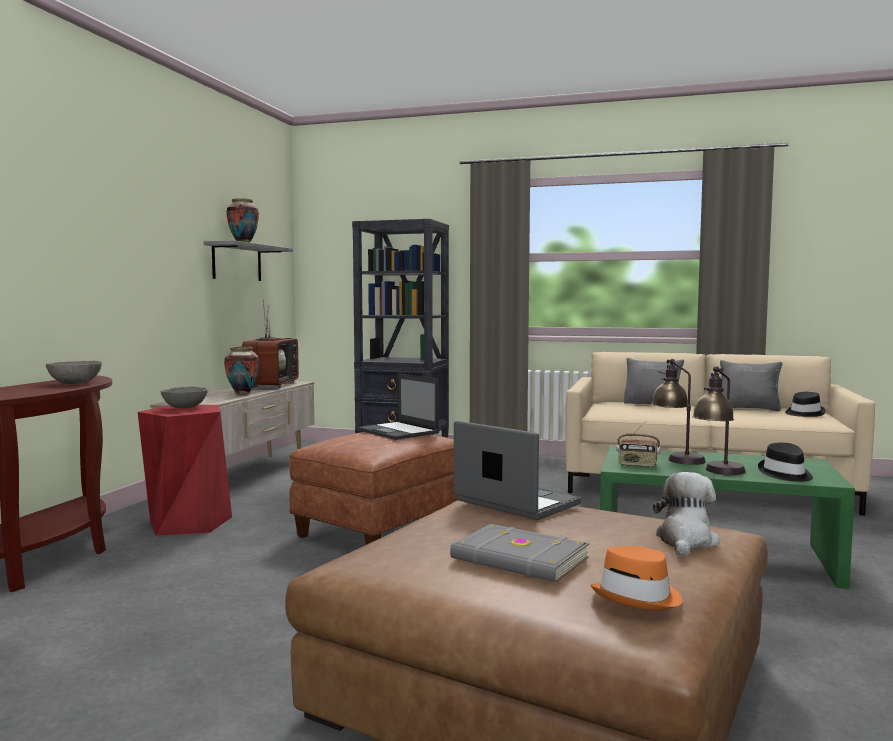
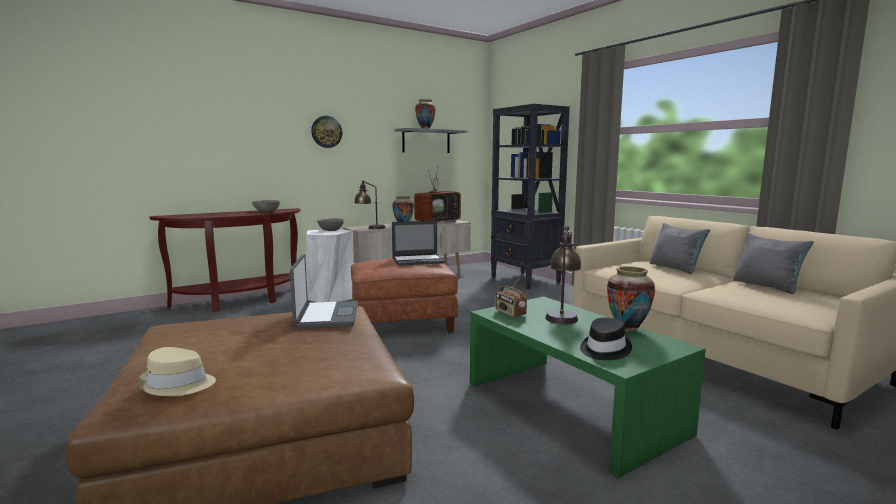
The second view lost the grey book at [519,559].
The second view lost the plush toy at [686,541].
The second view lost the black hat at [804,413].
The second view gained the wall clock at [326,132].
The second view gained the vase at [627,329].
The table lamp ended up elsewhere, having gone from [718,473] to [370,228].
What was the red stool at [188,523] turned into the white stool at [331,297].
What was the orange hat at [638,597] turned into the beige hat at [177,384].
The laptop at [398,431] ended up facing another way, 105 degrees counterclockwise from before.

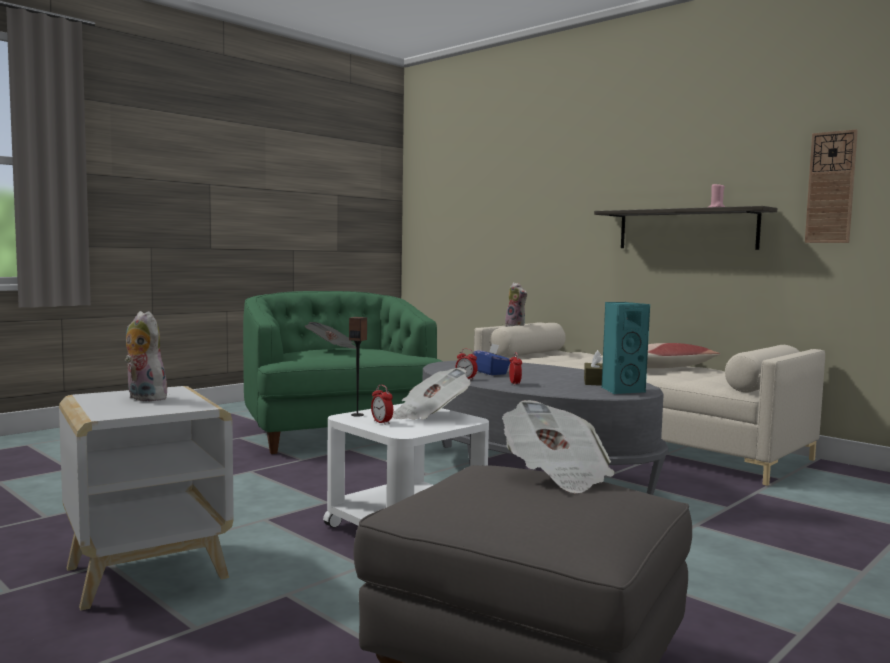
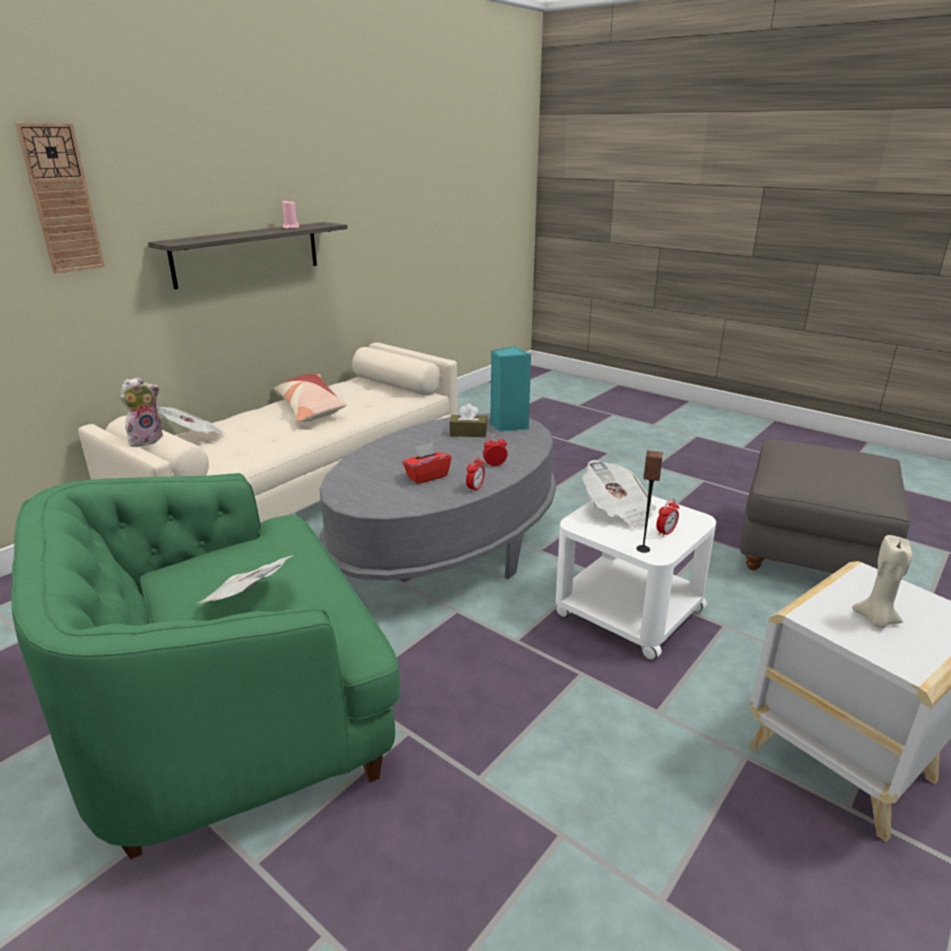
The newspaper ended up elsewhere, having gone from [556,475] to [193,436].
The wall clock ended up elsewhere, having gone from [831,187] to [61,199].
Where the plush toy stood at [143,398], the beige candle came to stand at [876,620].
What was the blue tissue box at [491,372] turned into the red tissue box at [427,476].

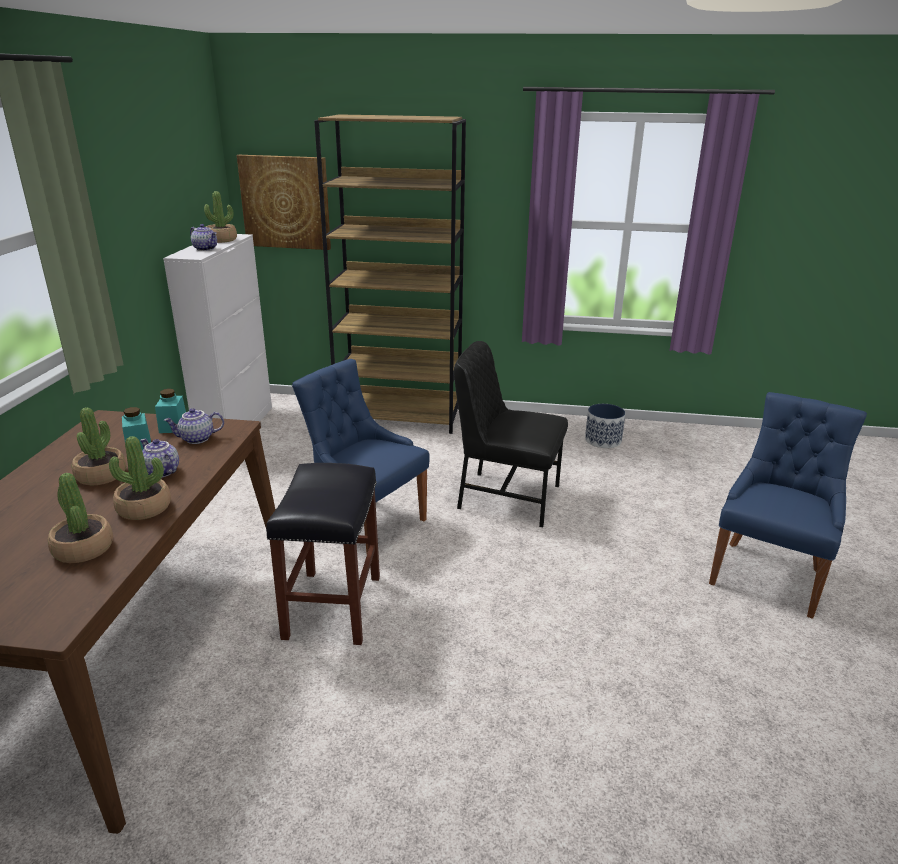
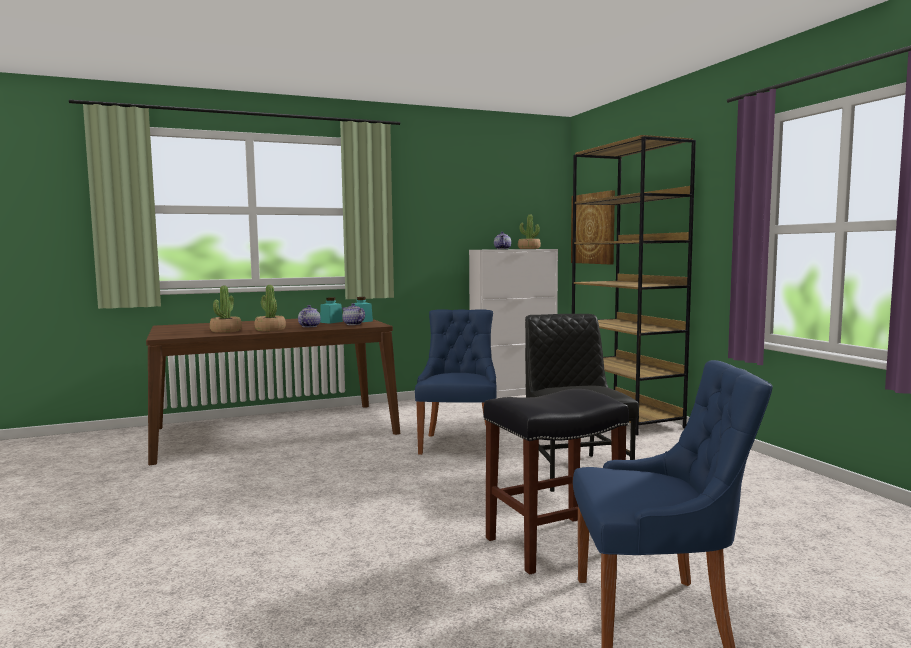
The second view lost the potted plant at [101,475].
The second view lost the planter at [603,440].
The black stool ended up elsewhere, having gone from [333,608] to [552,544].

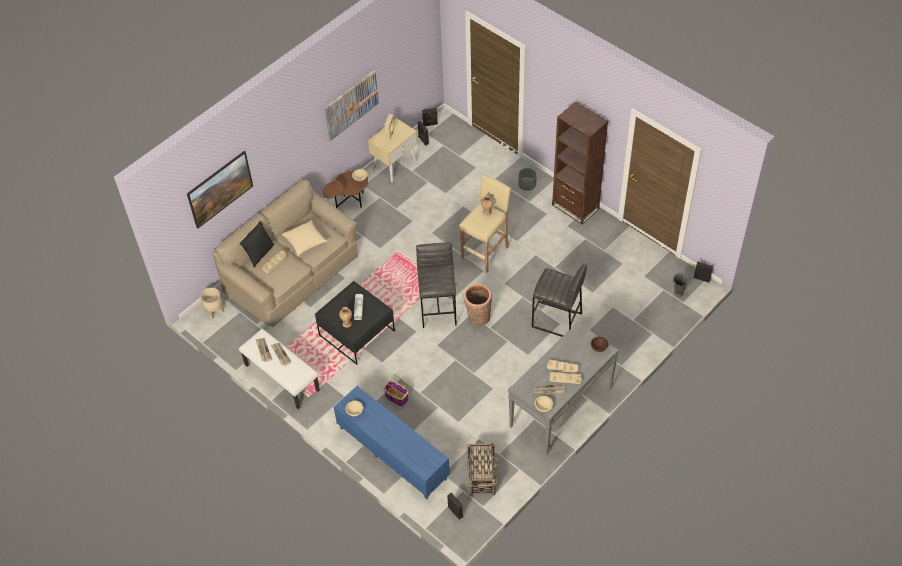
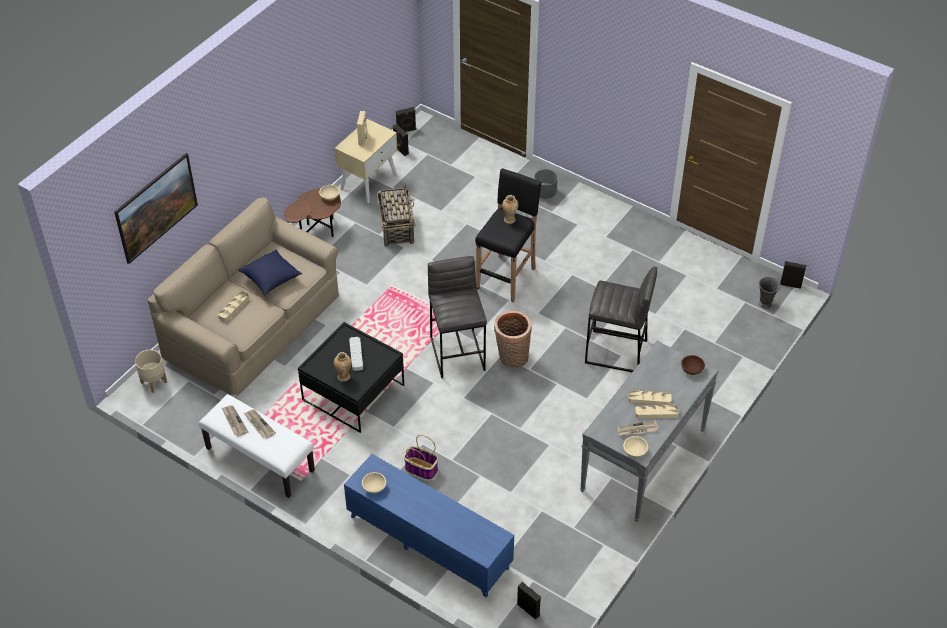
The second view lost the black pillow at [259,254].
The second view lost the picture at [351,105].
The second view lost the brown bookcase at [575,207].
The basket ended up elsewhere, having gone from [481,475] to [396,227].
What was the beige pillow at [305,242] turned into the blue pillow at [271,279].
What was the beige stool at [485,252] turned into the black stool at [507,277].

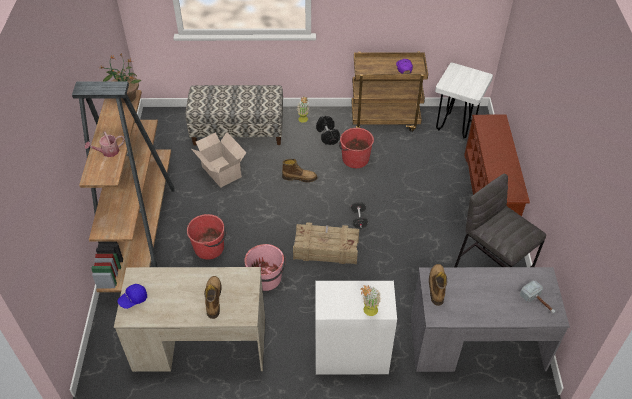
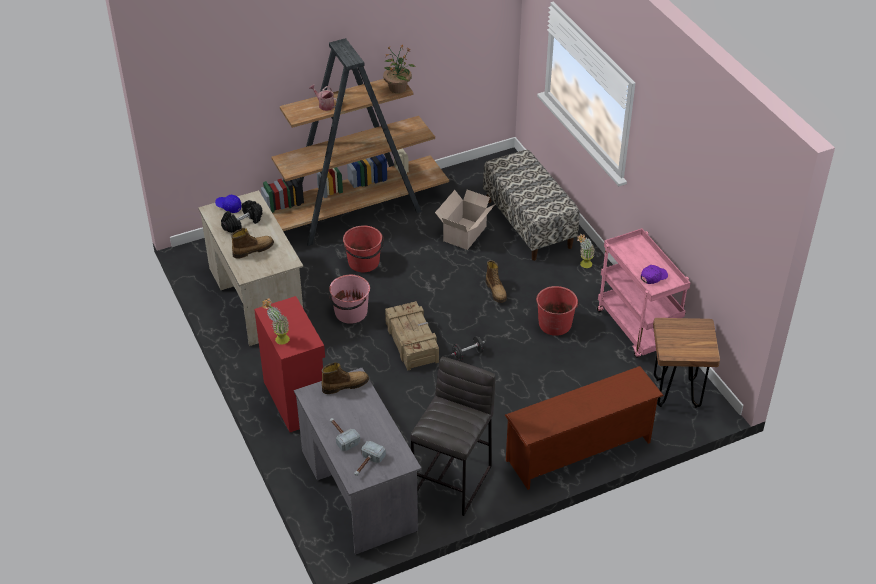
The second view gained the hammer at [341,436].
The black dumbbell ended up elsewhere, having gone from [327,135] to [242,223].
What was the white cabinet at [350,355] turned into the red cabinet at [296,399].
What was the brown cart at [385,119] turned into the pink cart at [638,329].
What was the white stool at [455,126] turned into the brown stool at [676,393].

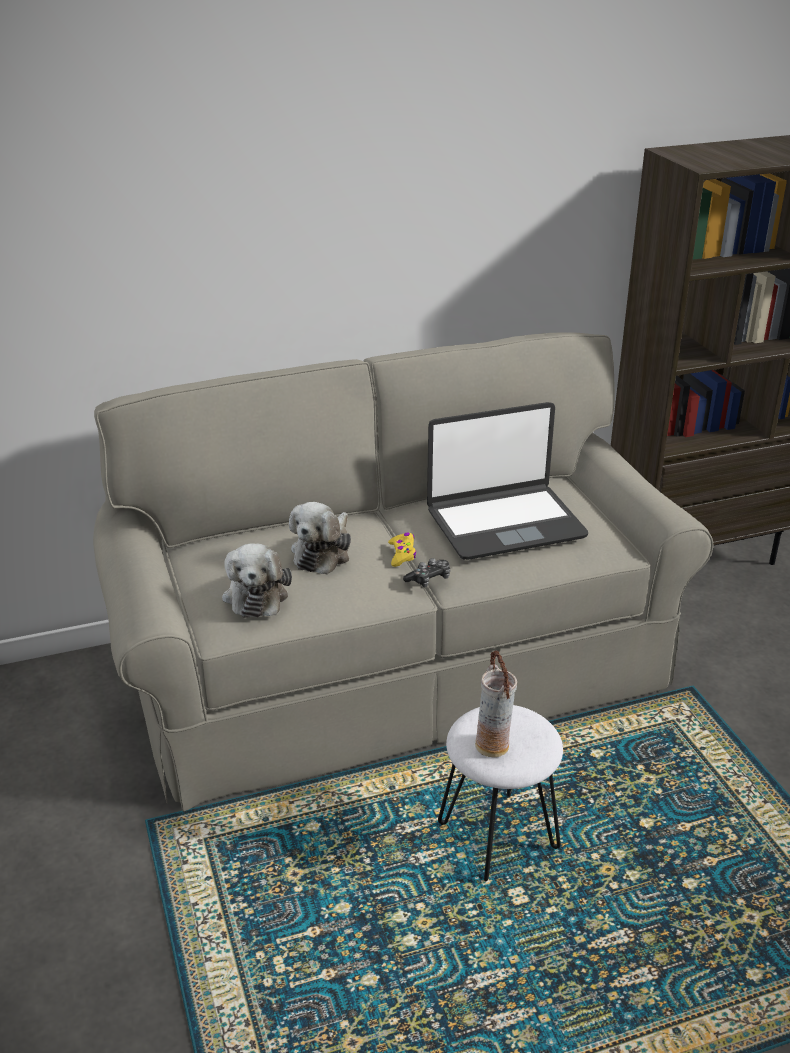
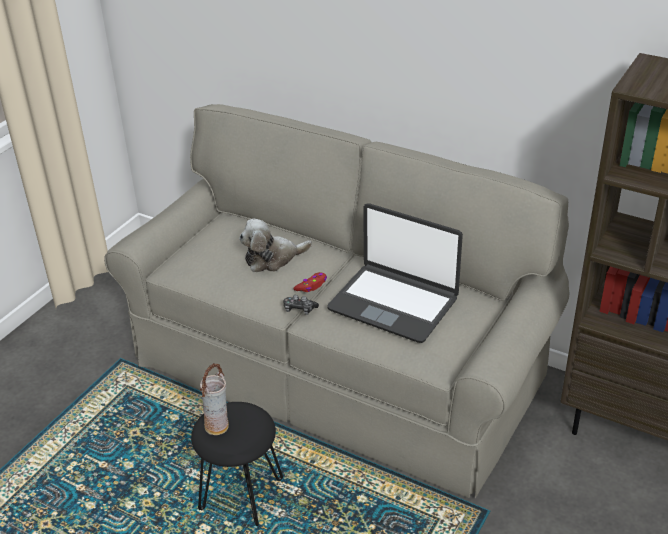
The second view lost the plush toy at [256,594].
What was the yellow game controller at [402,554] turned into the red game controller at [311,286].
What was the white stool at [497,837] turned into the black stool at [242,495].

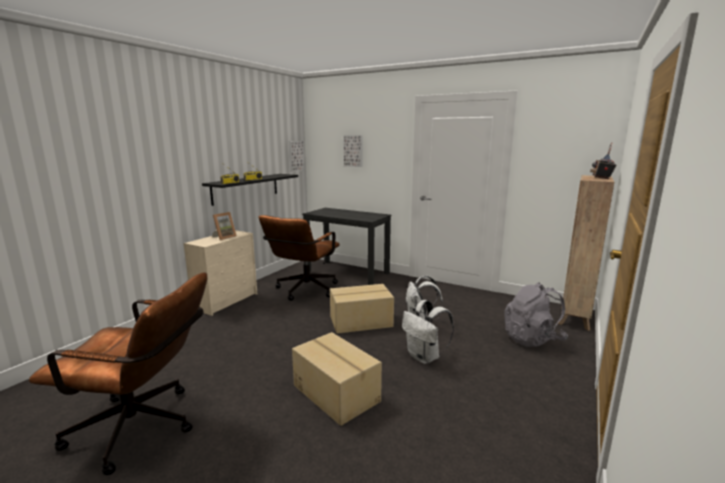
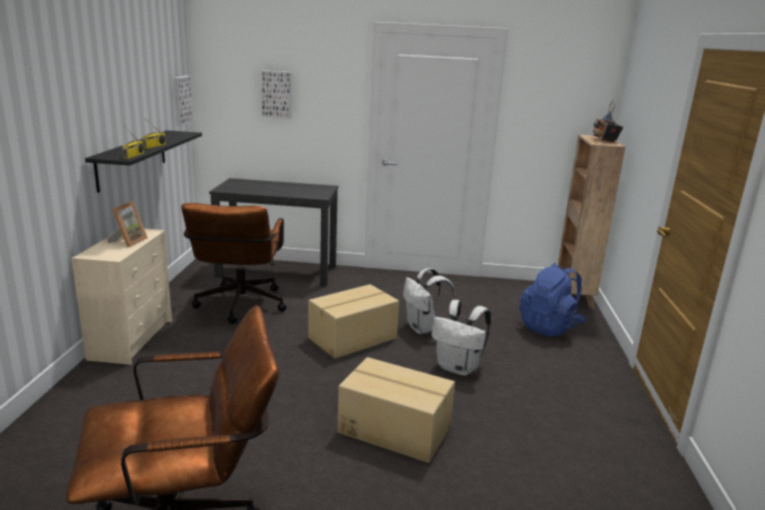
What was the grey backpack at [532,339] turned into the blue backpack at [549,327].

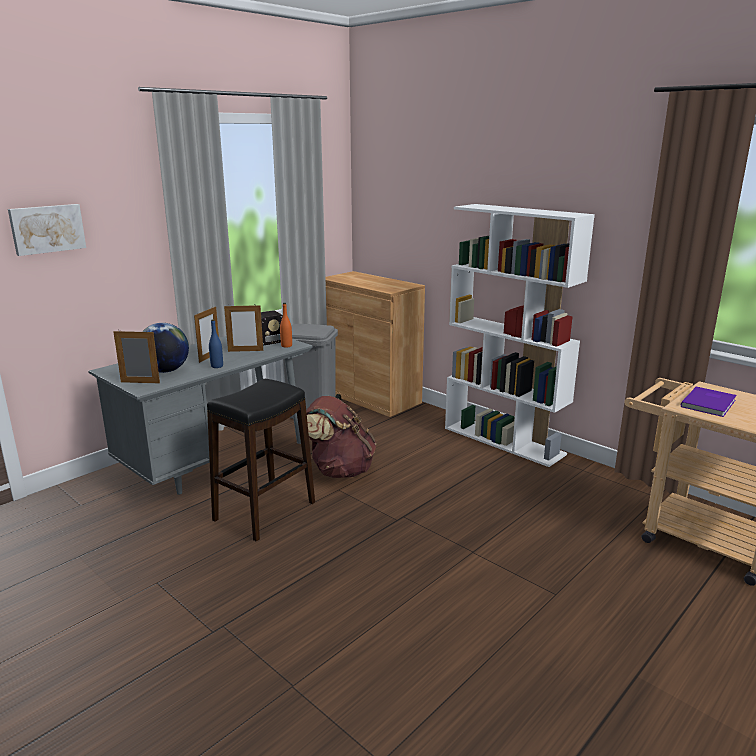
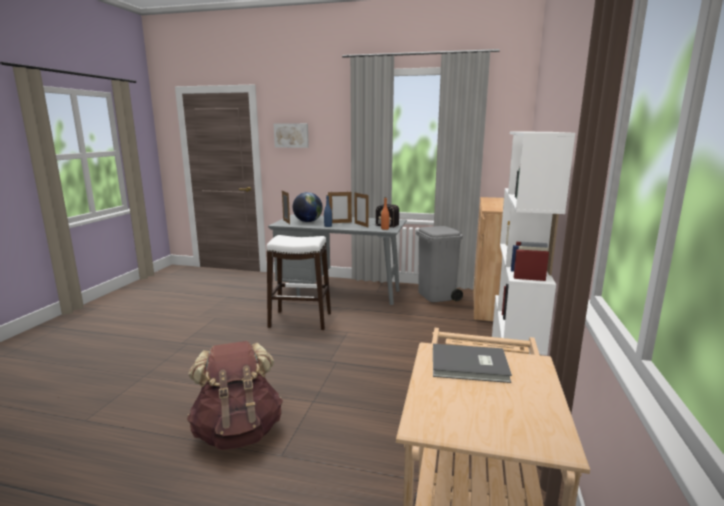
The brown backpack ended up elsewhere, having gone from [339,470] to [238,431].
What was the black stool at [264,511] turned into the white stool at [300,320].
What was the purple book at [710,403] turned into the grey book at [470,366].

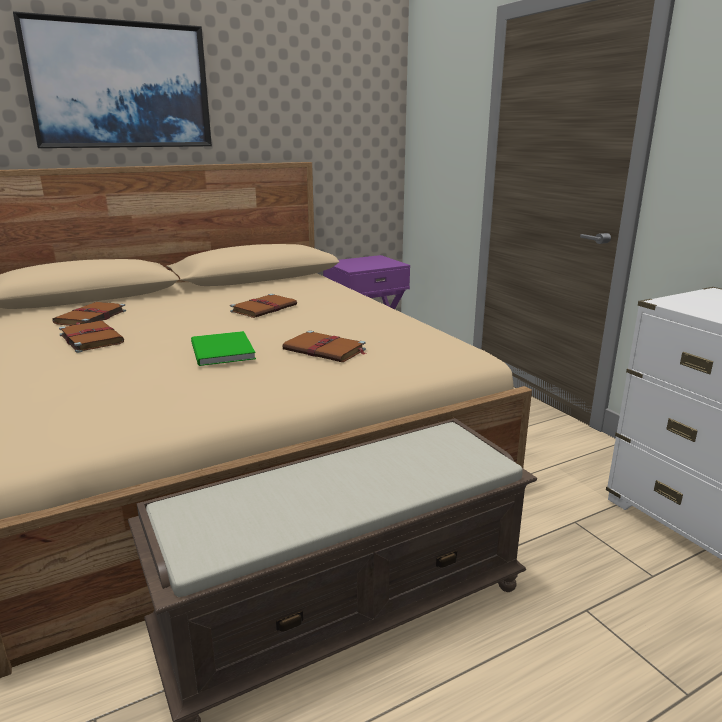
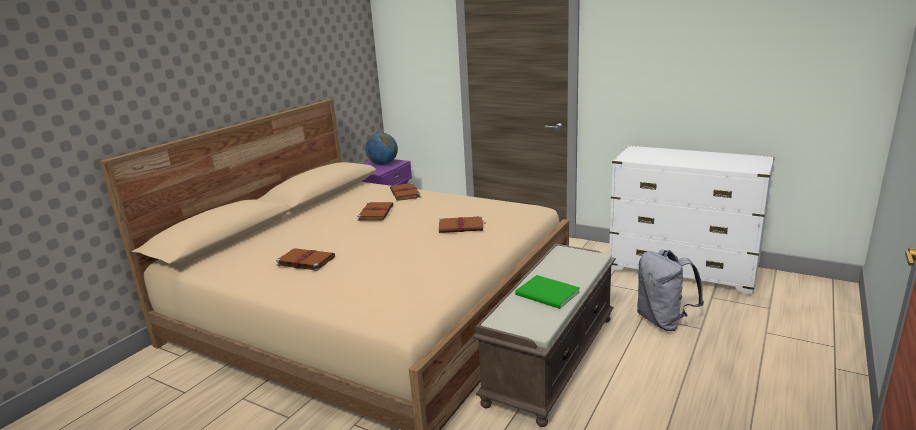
The second view lost the picture at [120,86].
The second view gained the globe at [383,164].
The second view gained the grey backpack at [663,321].
The brown book ended up elsewhere, having gone from [90,317] to [405,194].
The green book ended up elsewhere, having gone from [221,352] to [548,294].

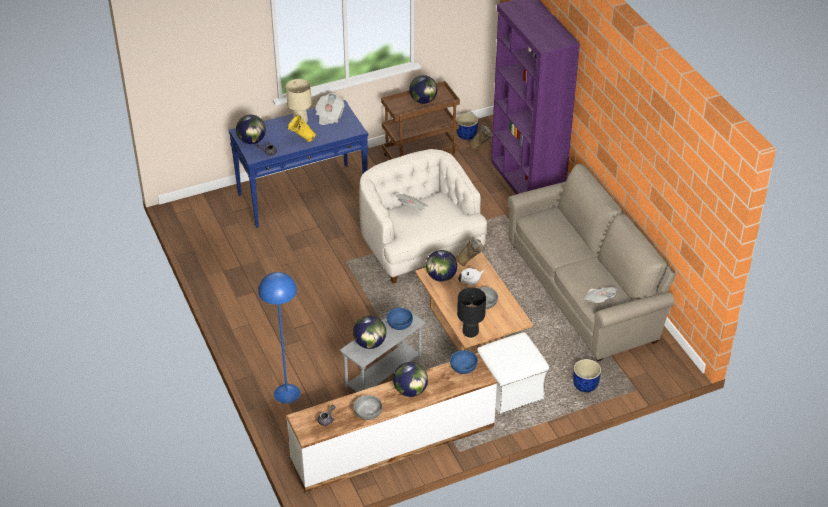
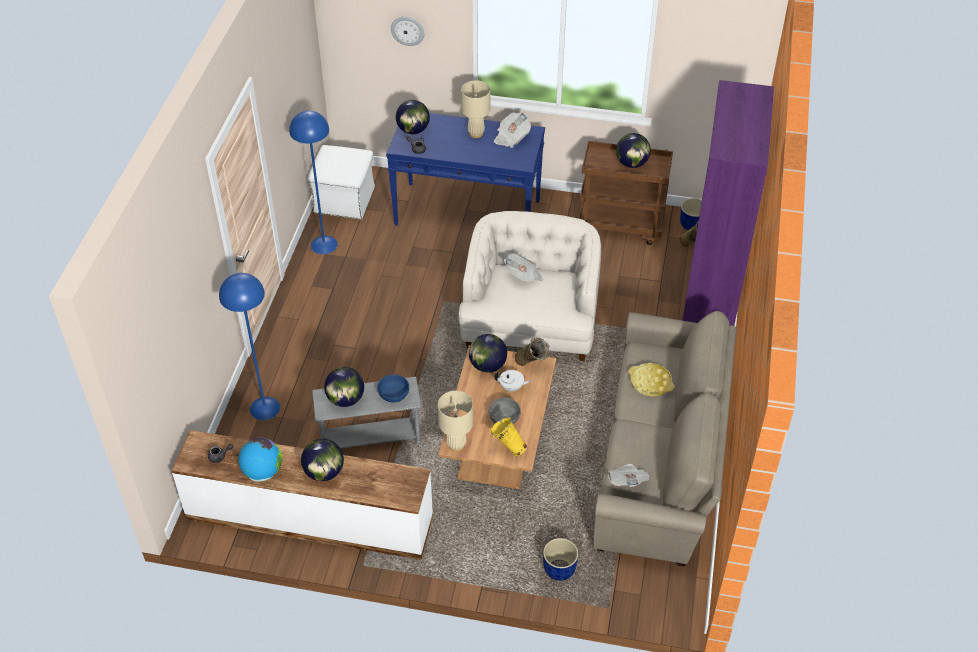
The second view lost the blue bowl at [463,367].
The second view gained the blue floor lamp at [324,244].
The second view gained the wall clock at [407,30].
The second view gained the yellow tray at [650,382].
The yellow vase ended up elsewhere, having gone from [301,141] to [507,449].
The white ottoman ended up elsewhere, having gone from [511,389] to [345,200].
Where the grey bowl stood at [368,413], the globe came to stand at [262,472].
What was the black table lamp at [470,335] turned into the beige table lamp at [456,445].

